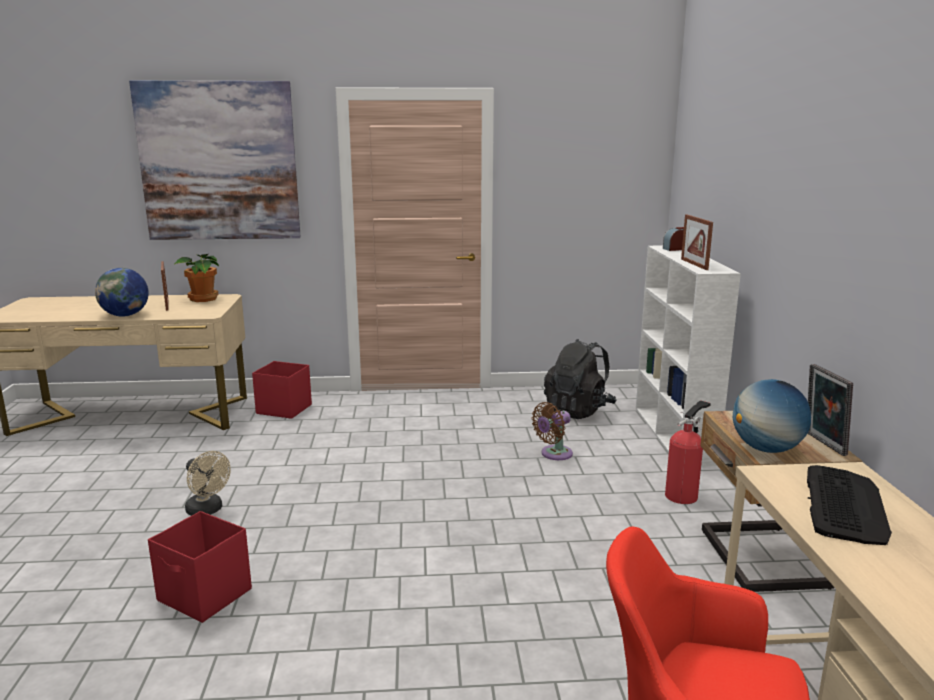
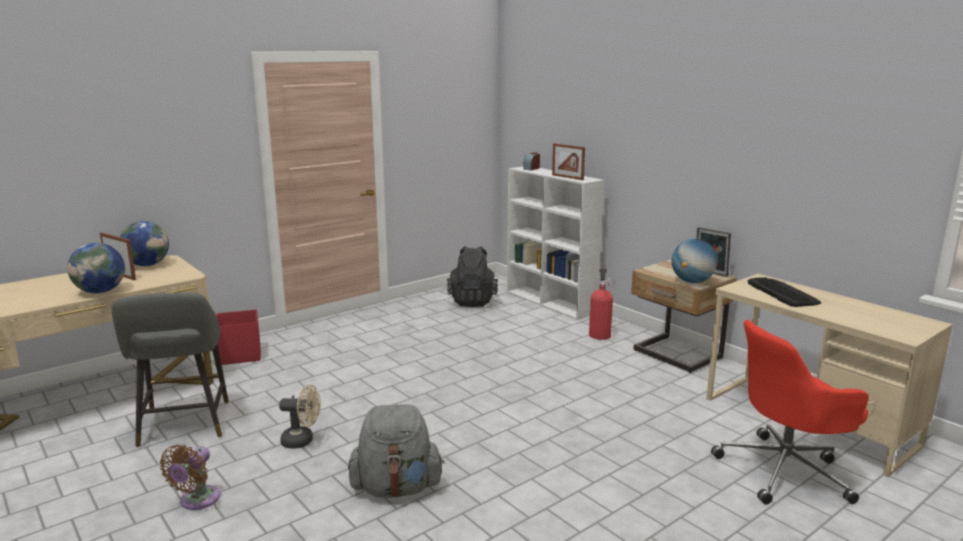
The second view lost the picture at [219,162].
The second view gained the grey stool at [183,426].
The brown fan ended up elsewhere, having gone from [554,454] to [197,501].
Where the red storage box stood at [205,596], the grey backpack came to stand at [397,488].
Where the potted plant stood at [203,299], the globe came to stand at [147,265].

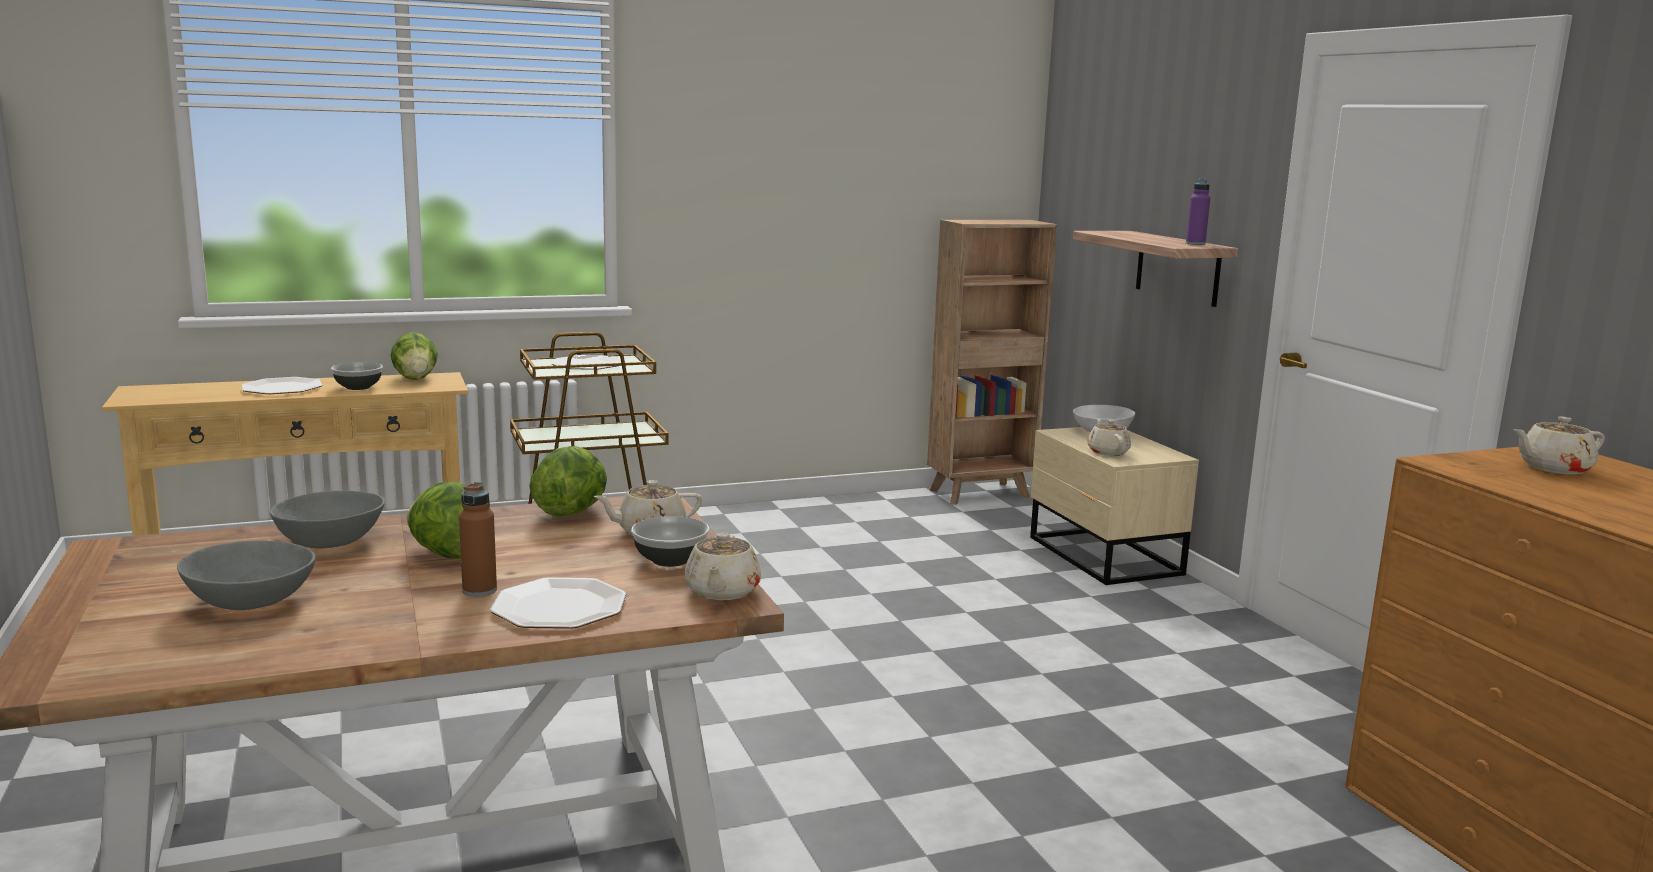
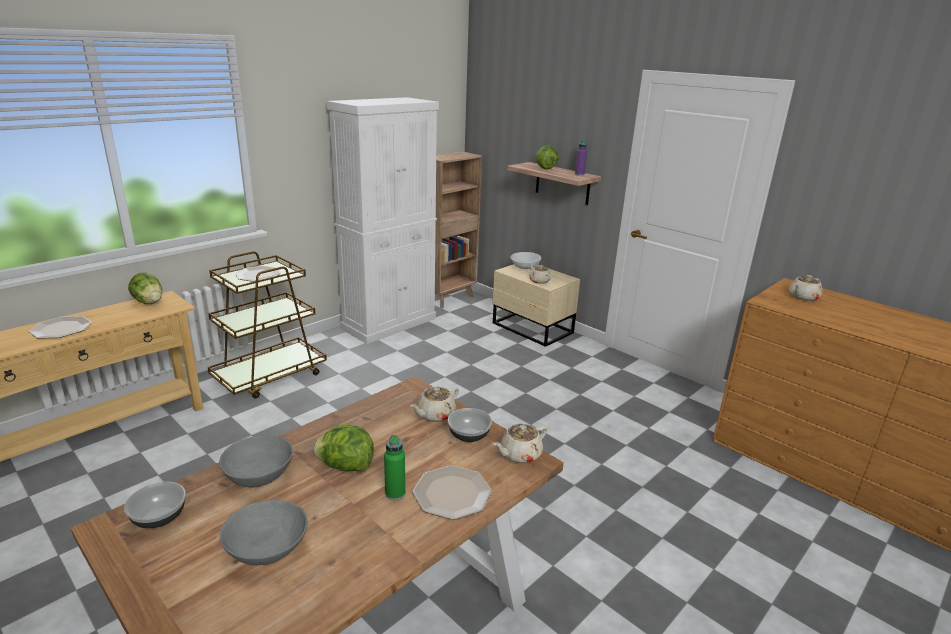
The second view gained the white cabinet at [389,323].
The bowl ended up elsewhere, having gone from [358,387] to [159,517].
The lettuce ended up elsewhere, having gone from [571,512] to [545,168].
What was the brown bottle at [479,590] turned into the green bottle at [395,493].
The beige teapot at [722,592] ended up facing another way, 75 degrees clockwise from before.

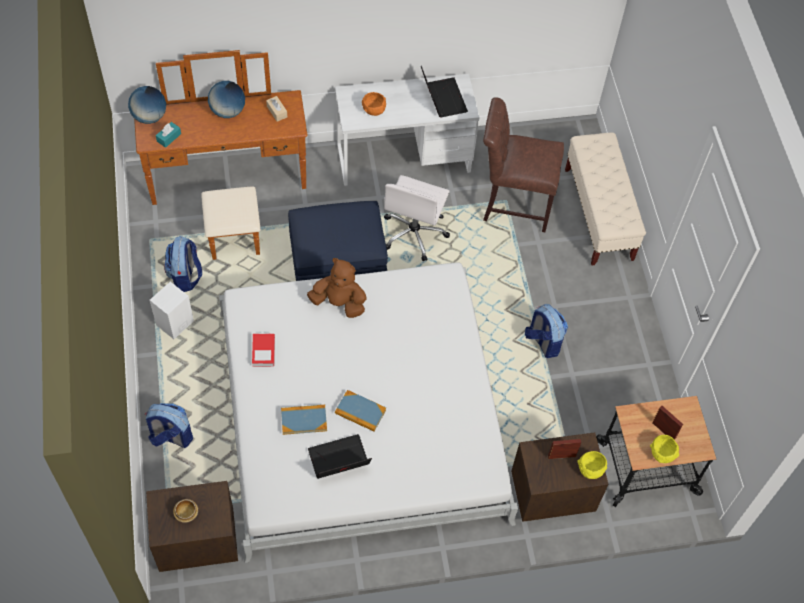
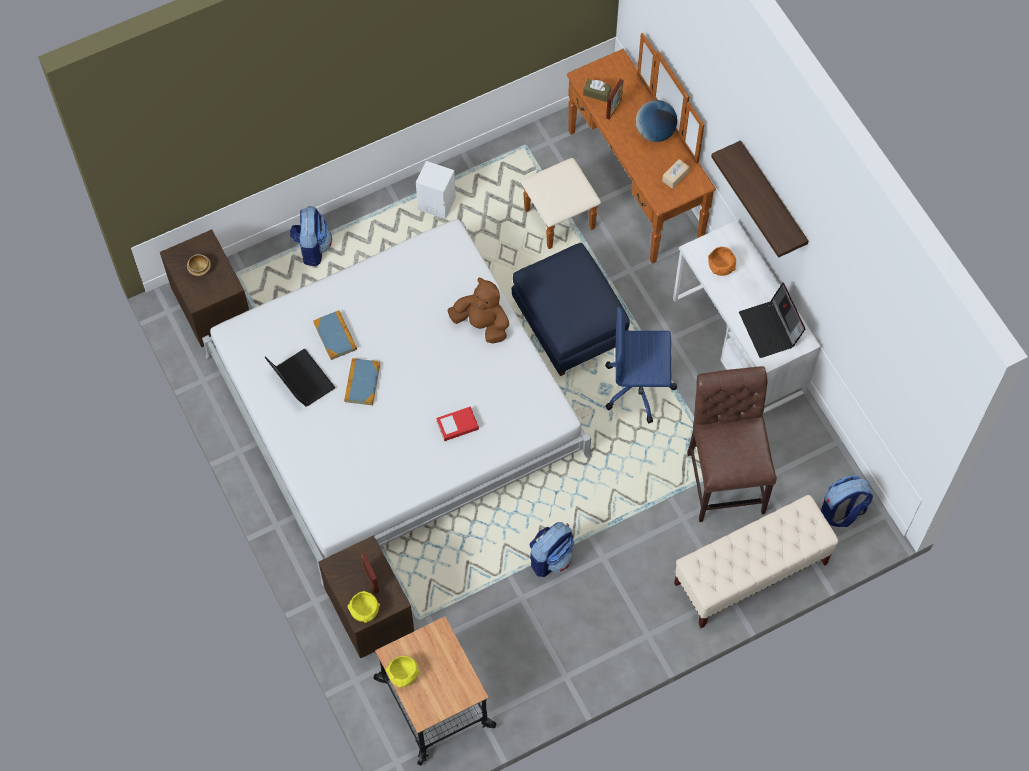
The second view lost the globe at [149,116].
The second view gained the shelf at [772,199].
The backpack ended up elsewhere, having gone from [185,276] to [842,512].
The book ended up elsewhere, having gone from [263,351] to [457,425].
The picture frame ended up elsewhere, having gone from [663,431] to [613,109].
What was the turquoise tissue box at [169,137] turned into the brown tissue box at [597,93].
What was the white office chair at [414,233] turned into the blue office chair at [639,387].
The brown plush toy at [339,302] ended up facing another way, 60 degrees counterclockwise from before.
The laptop at [442,98] ended up facing another way, 105 degrees clockwise from before.

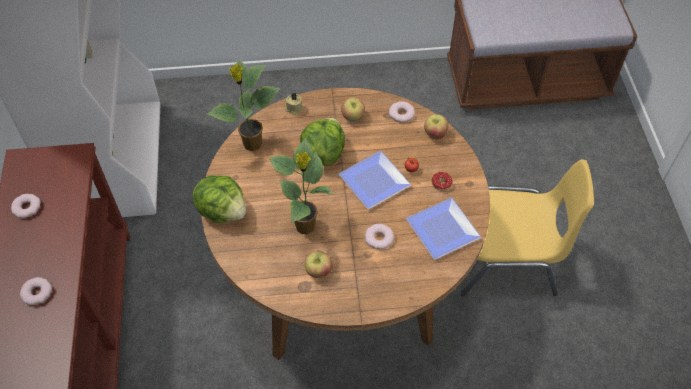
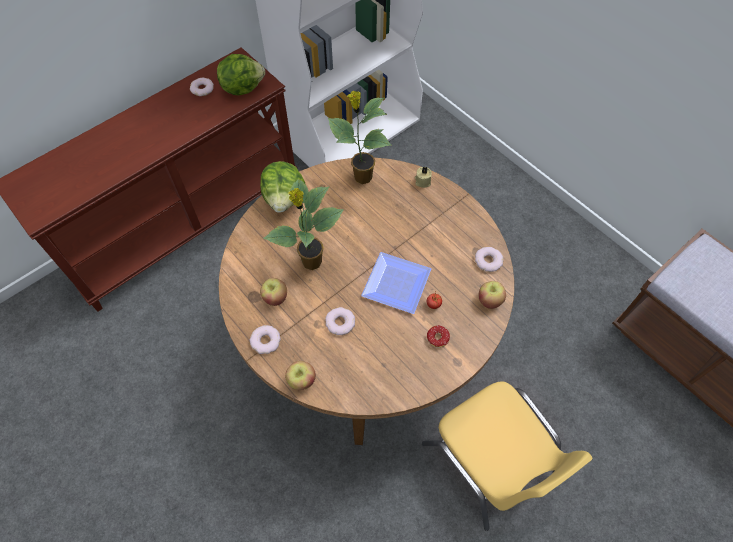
The second view lost the plate at [443,227].
The donut ended up elsewhere, having gone from [37,293] to [266,341].
The lettuce ended up elsewhere, having gone from [323,153] to [242,87].
The apple ended up elsewhere, having gone from [353,117] to [301,380].

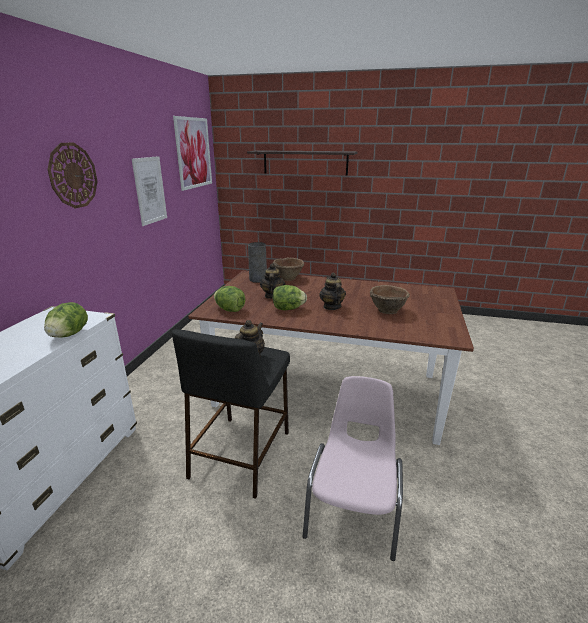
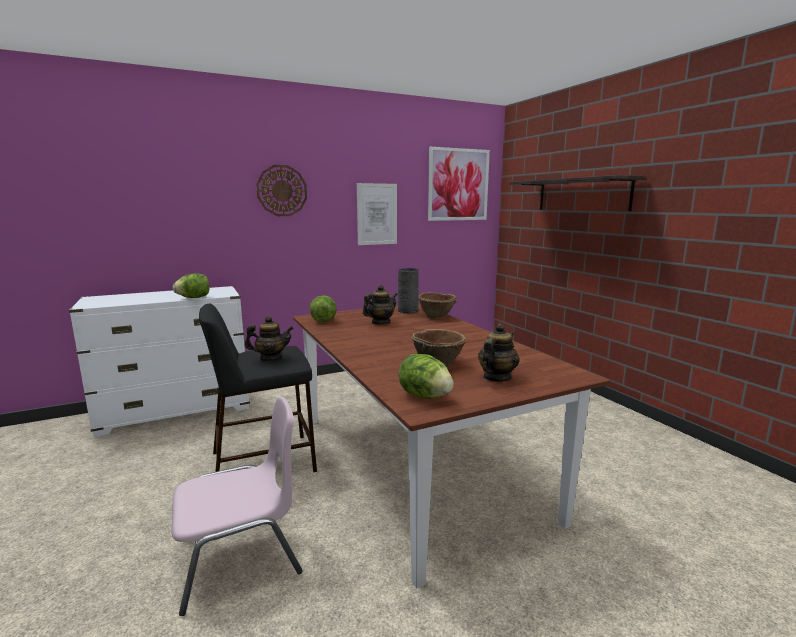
The lettuce ended up elsewhere, having gone from [288,309] to [425,396].
The teapot ended up elsewhere, having gone from [332,307] to [496,377].

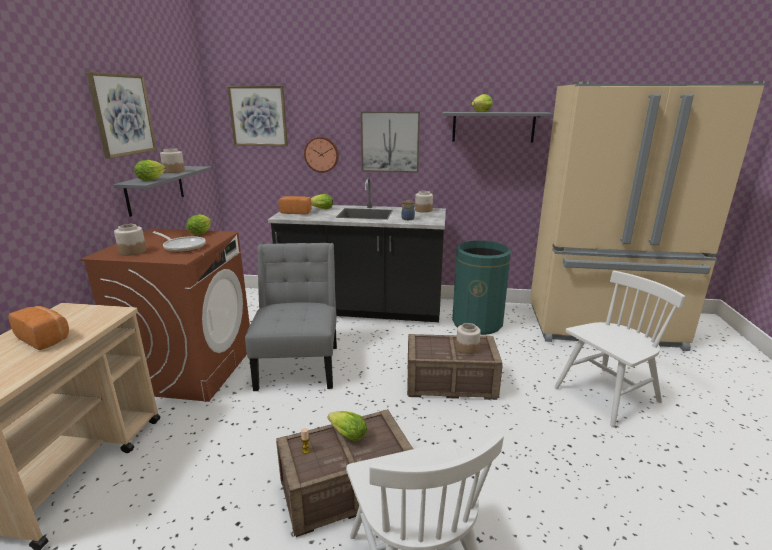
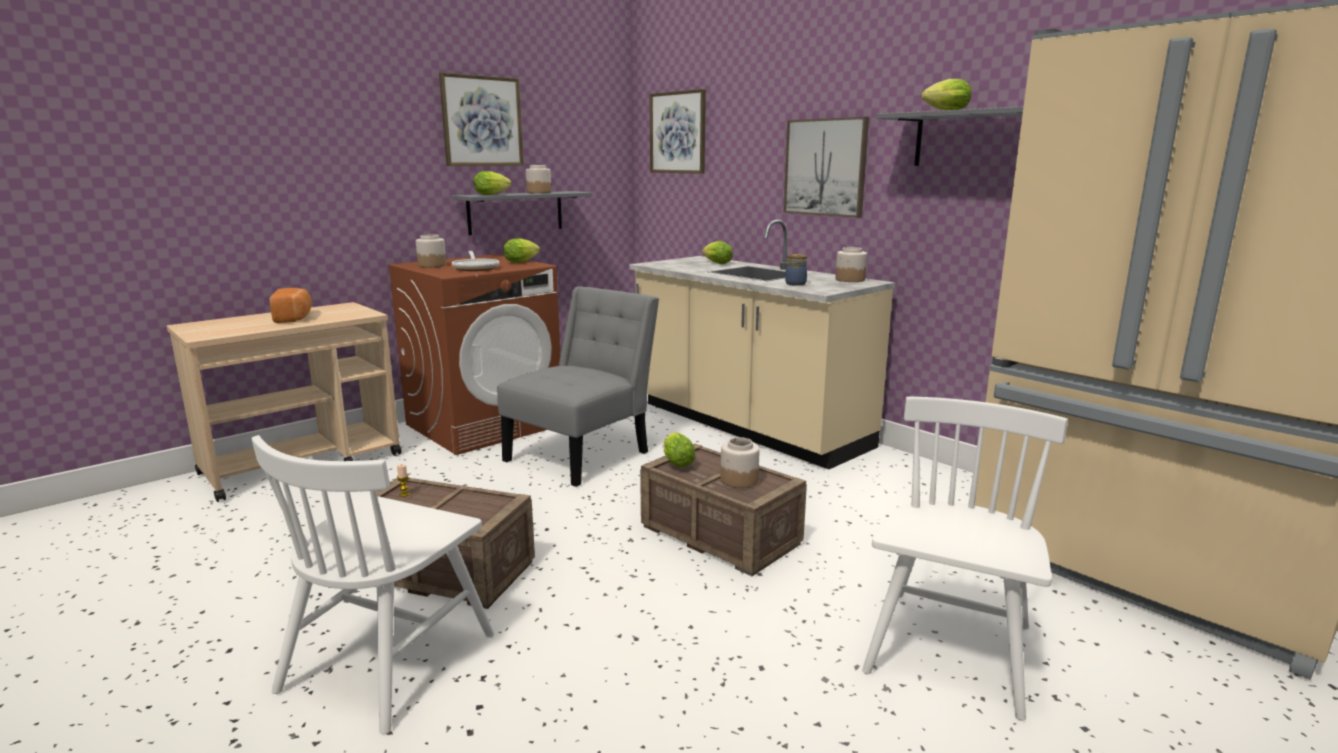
The second view lost the bread at [296,212].
The second view lost the wall clock at [322,154].
The second view lost the green trash can at [477,323].
The lettuce ended up elsewhere, having gone from [346,434] to [676,462].
What was the black counter at [362,309] turned into the beige counter at [747,426].
The white chair at [606,395] ended up facing another way, 75 degrees counterclockwise from before.

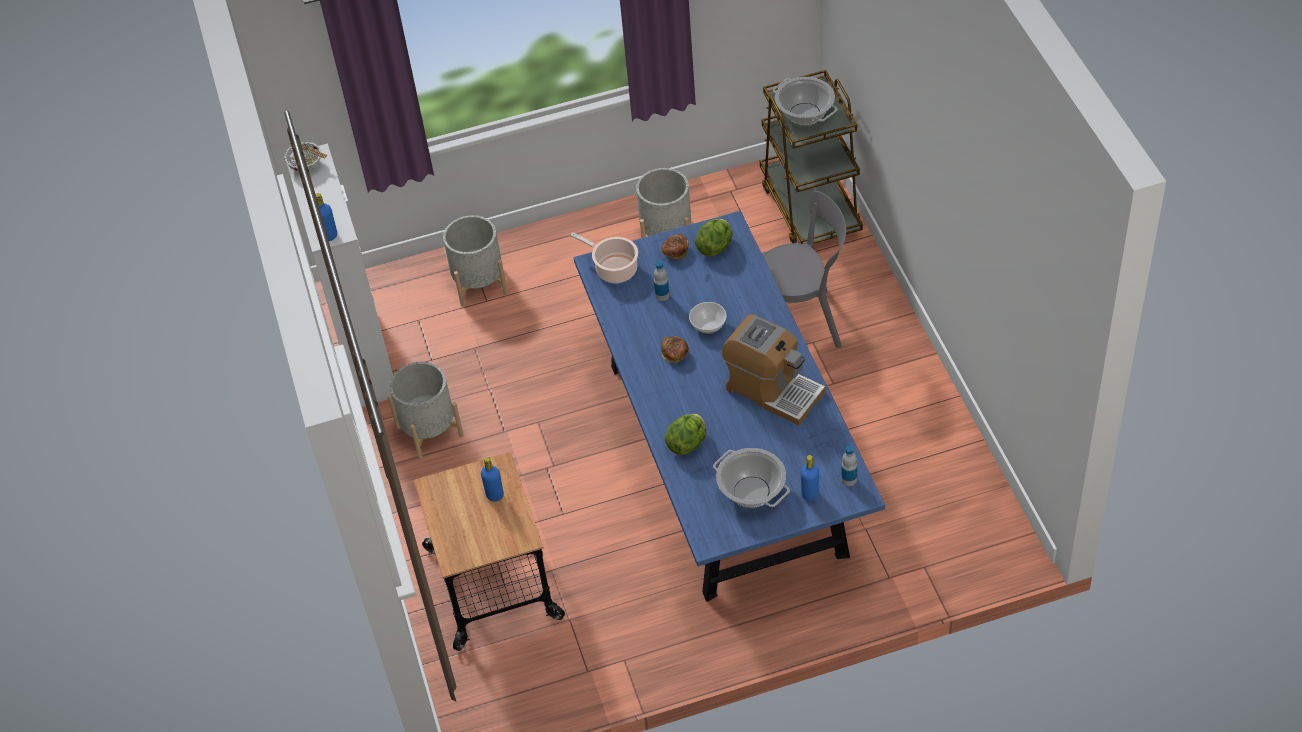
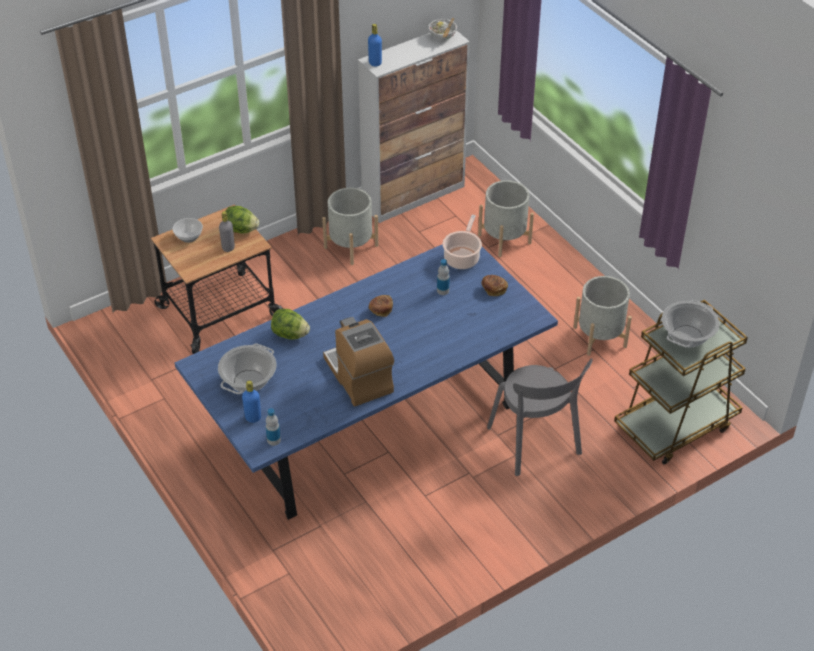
The bowl ended up elsewhere, having gone from [707,326] to [189,236].
The lettuce ended up elsewhere, having gone from [715,247] to [241,230].
What was the blue bottle at [495,495] turned into the grey bottle at [228,247].
The coffee machine at [773,390] ended up facing another way, 135 degrees clockwise from before.

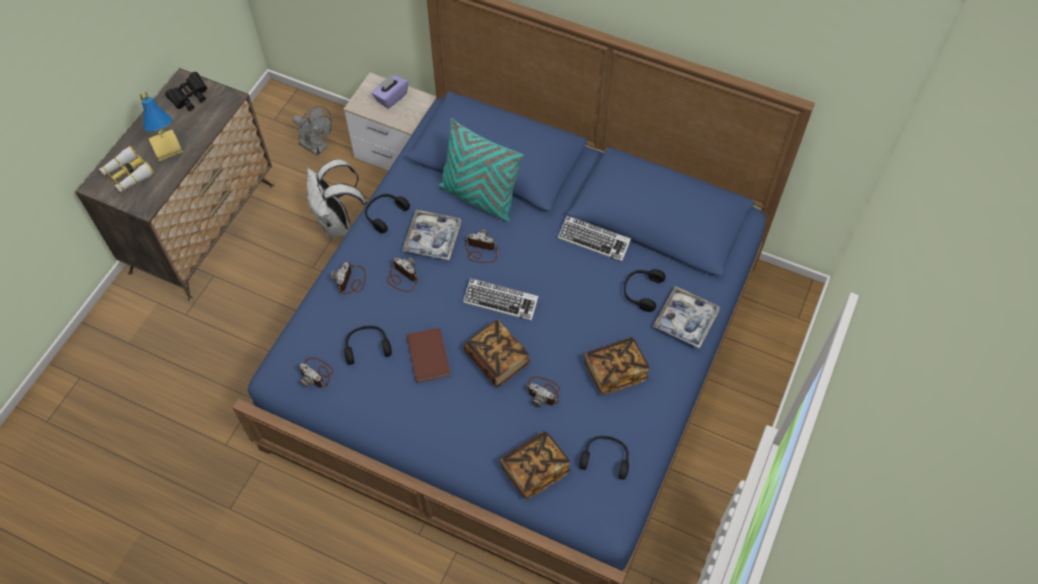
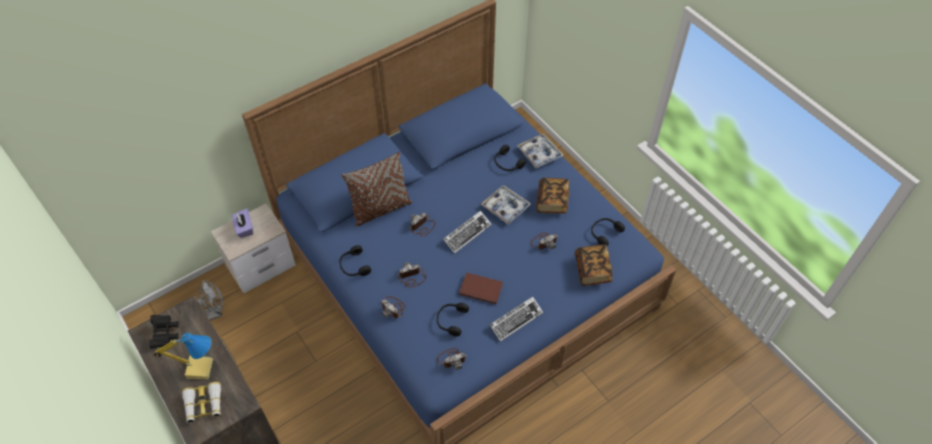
The second view lost the white backpack at [338,224].
The second view lost the book at [497,360].
The tray ended up elsewhere, having gone from [432,239] to [505,207].
The keyboard ended up elsewhere, having gone from [594,241] to [516,320].
What was the turquoise pillow at [479,197] turned into the brown pillow at [380,209].

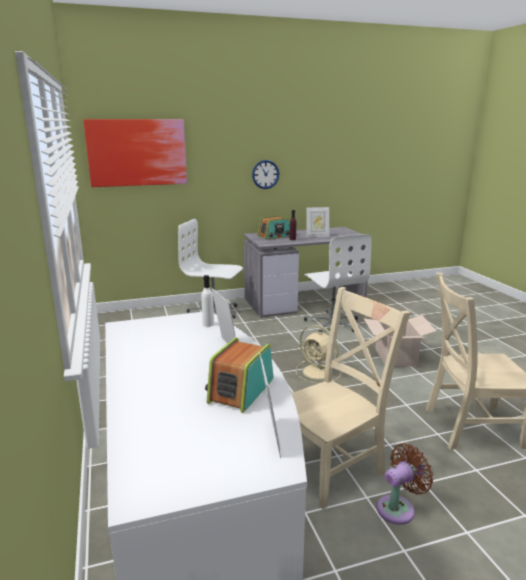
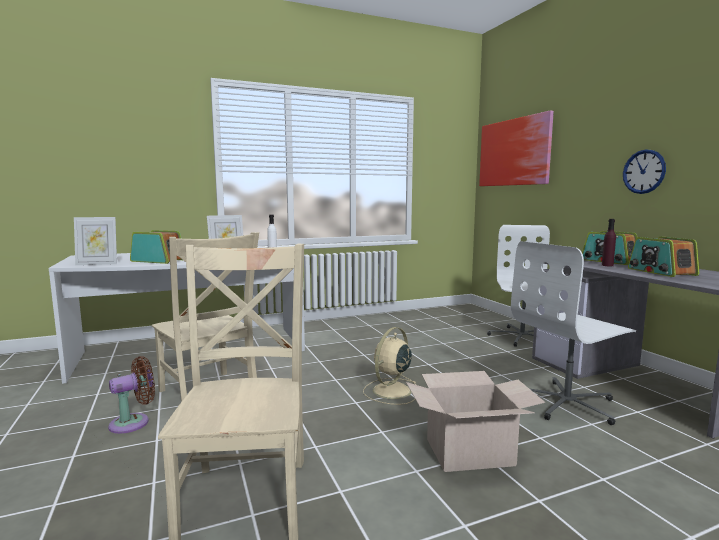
Where the picture frame stood at [317,236], the radio came to stand at [661,272].
The brown fan at [398,508] ended up facing another way, 90 degrees counterclockwise from before.

